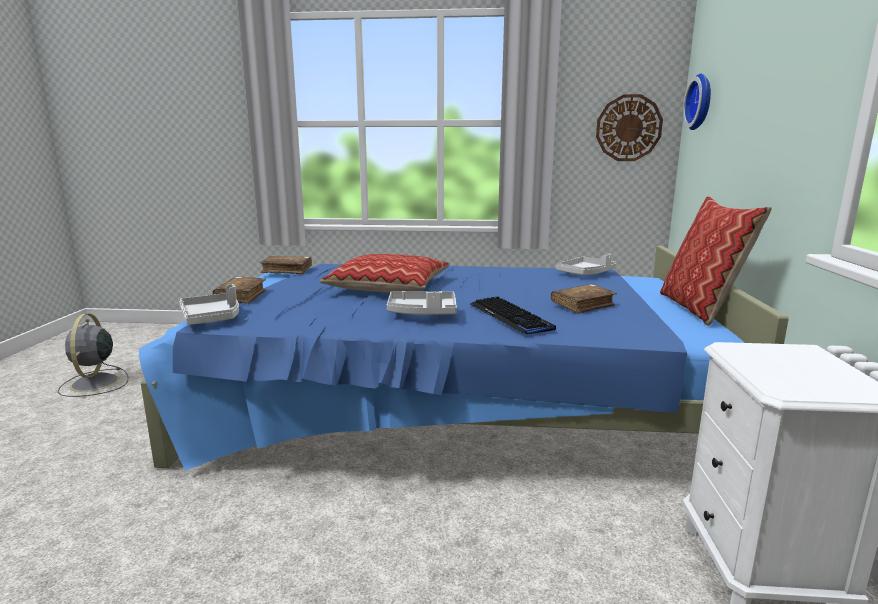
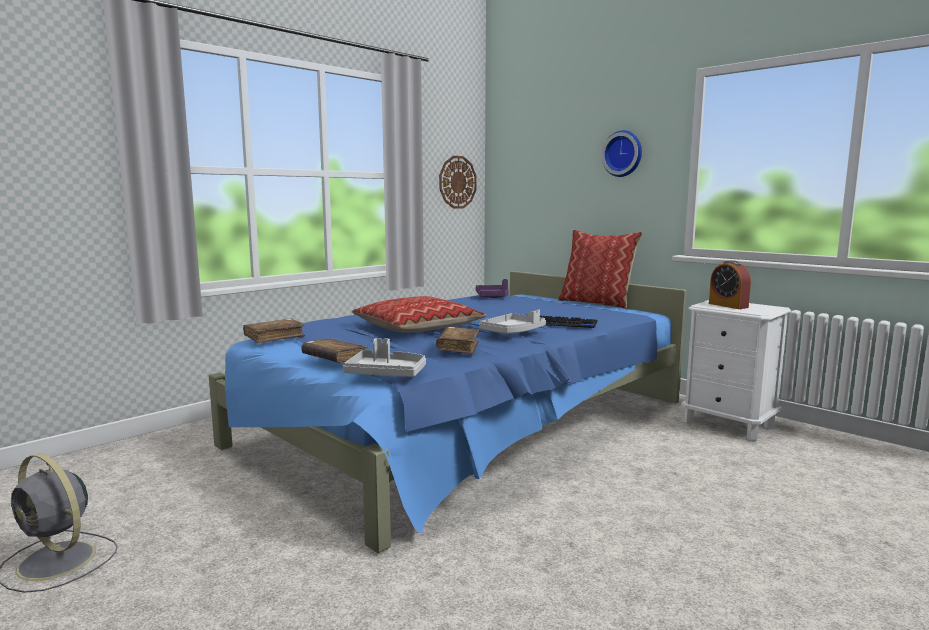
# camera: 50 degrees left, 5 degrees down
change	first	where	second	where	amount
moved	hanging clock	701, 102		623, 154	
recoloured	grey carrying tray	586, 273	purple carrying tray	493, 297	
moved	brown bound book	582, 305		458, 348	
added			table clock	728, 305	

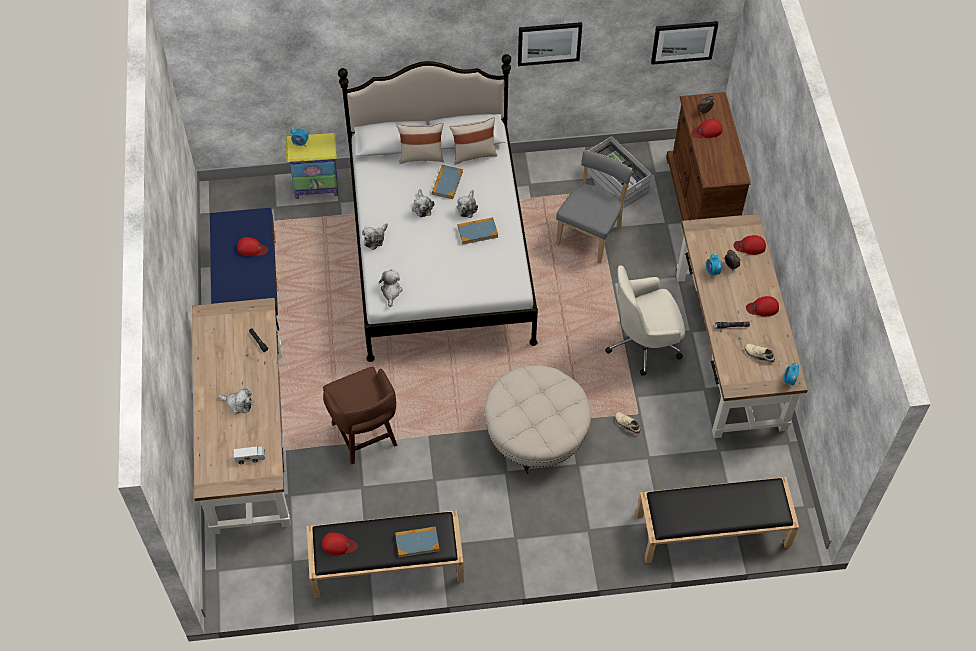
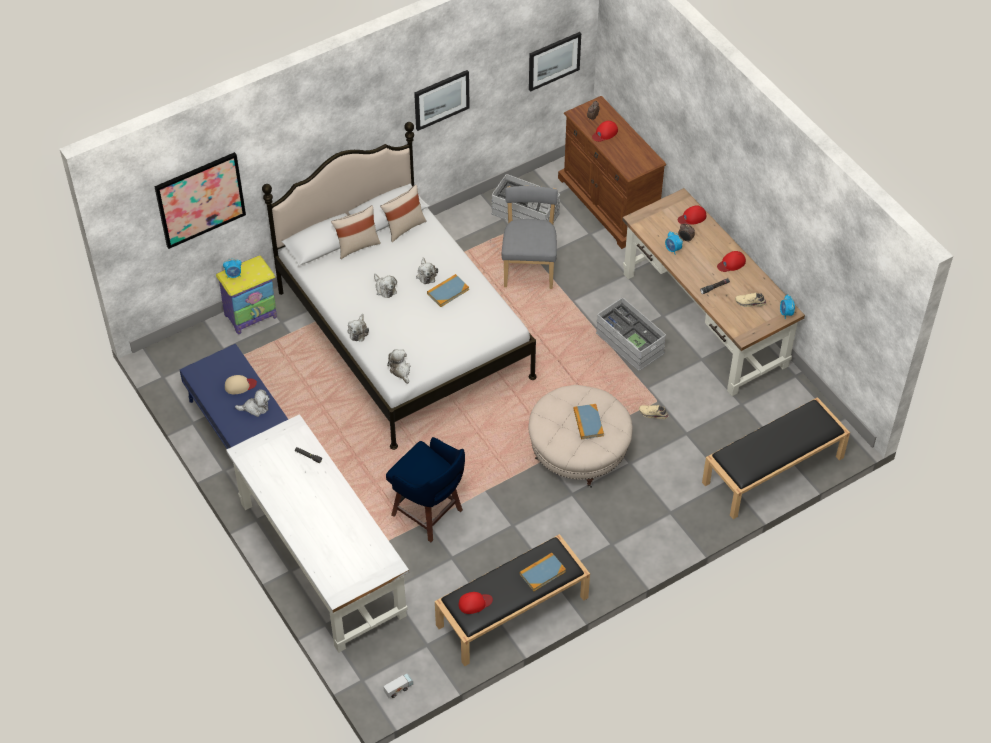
# camera: 25 degrees left, 5 degrees down
change	first	where	second	where	amount
moved	bound book	447, 183		588, 422	
recoloured	reddish cap	251, 248	beige cap	240, 385	
replaced	beige computer chair	643, 345	grey storage box	629, 343	
recoloured	brown desk unit	247, 438	whitish desk unit	321, 558	
recoloured	brown stool seat	365, 437	bluish stool seat	429, 515	
moved	cuddly toy	238, 404		255, 408	
moved	model truck	250, 457		398, 688	
added			wall art	200, 199	

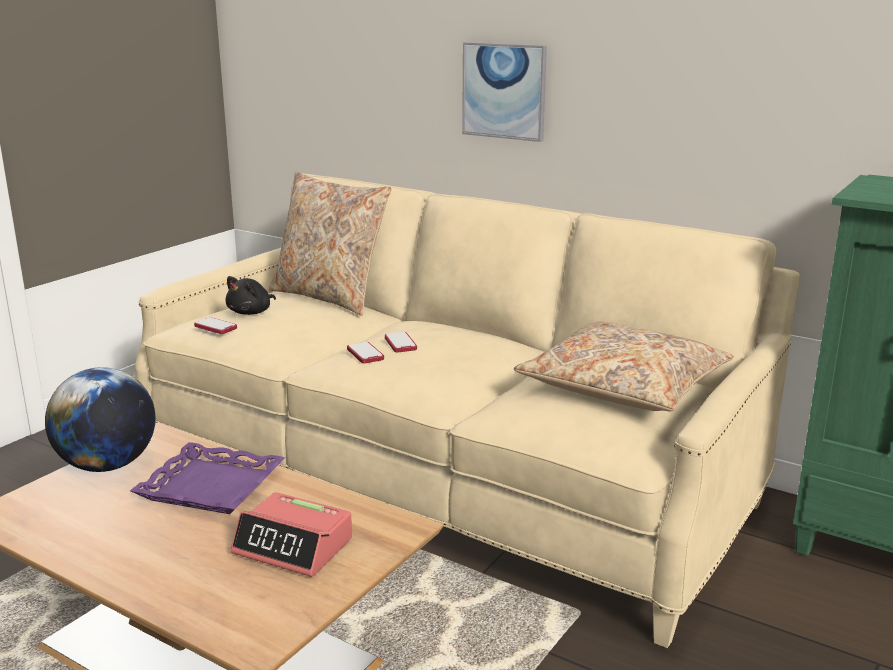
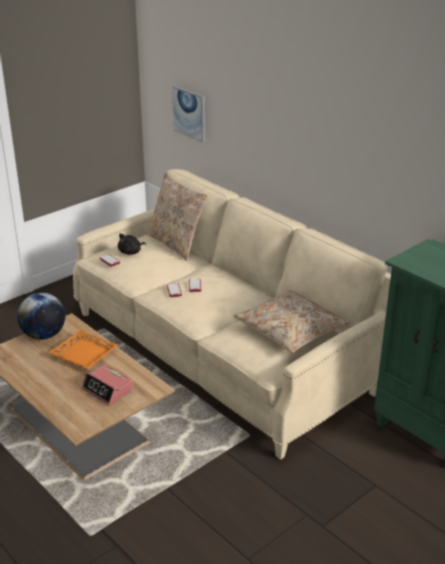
# camera: 15 degrees right, 10 degrees up
change	first	where	second	where	amount
moved	wall art	504, 91		190, 113	
recoloured	purple carrying tray	212, 486	orange-coloured carrying tray	84, 354	

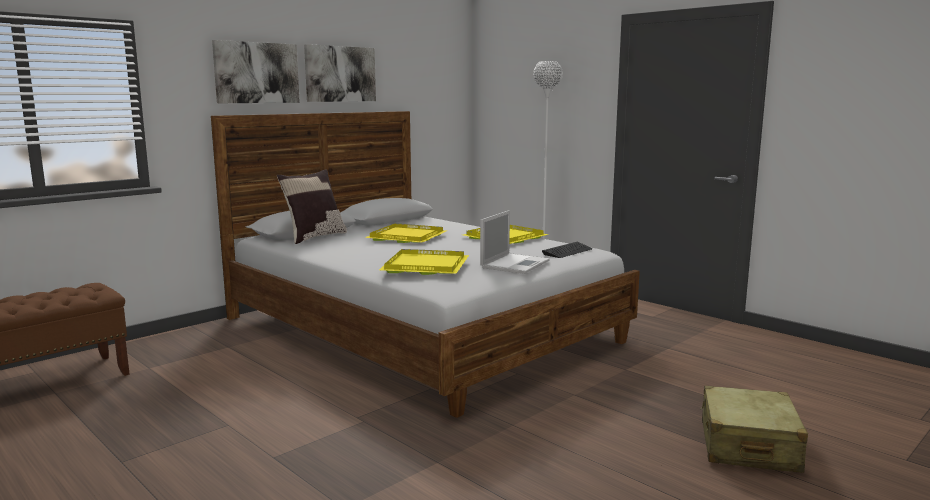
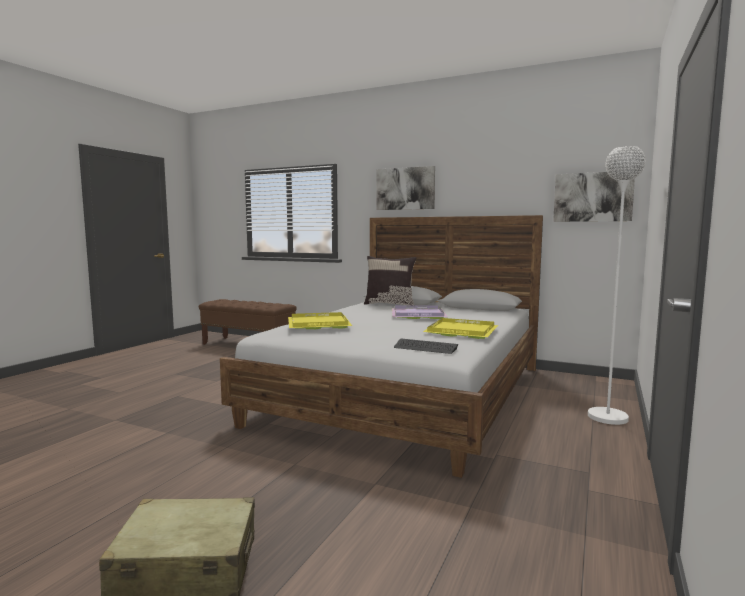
# camera: 70 degrees right, 5 degrees down
change	first	where	second	where	amount
moved	wall art	340, 74		592, 197	
removed	laptop	515, 264			
recoloured	yellow carrying tray	405, 237	purple carrying tray	417, 314	

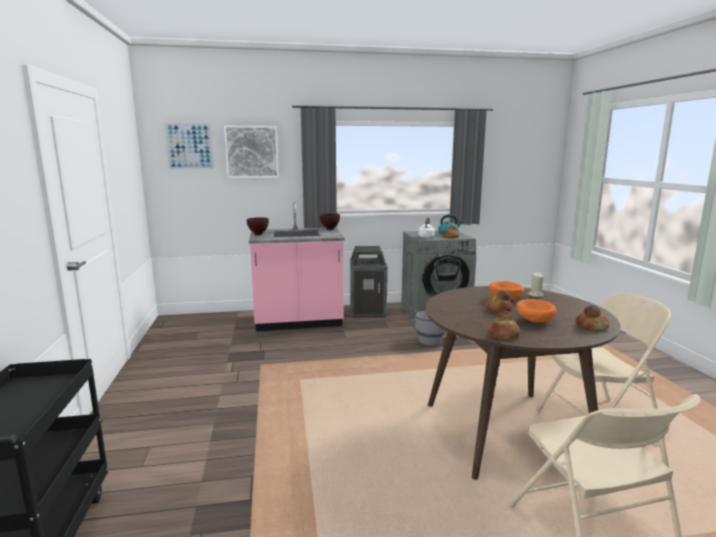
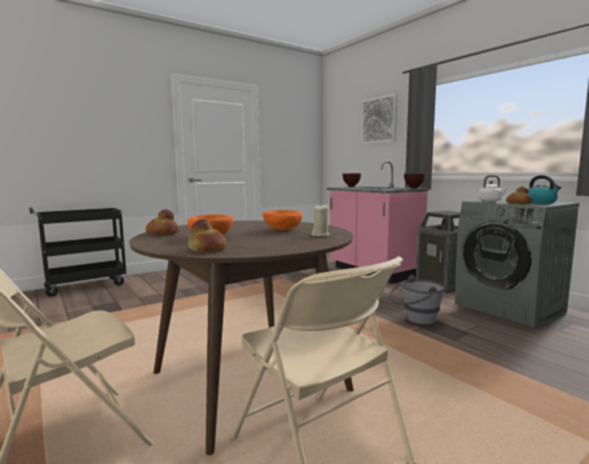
# camera: 65 degrees right, 5 degrees down
change	first	where	second	where	amount
removed	wall art	189, 146			
removed	bakery bread	497, 310			

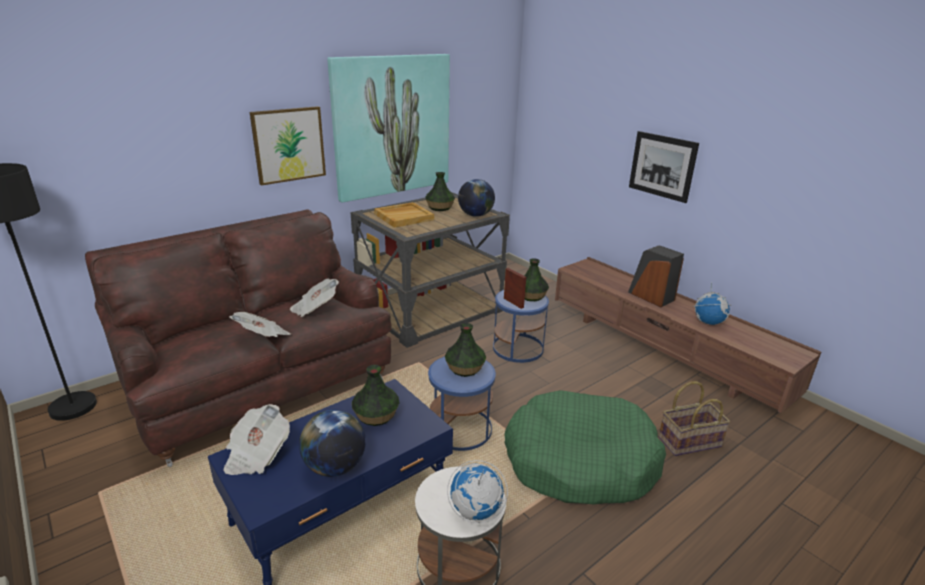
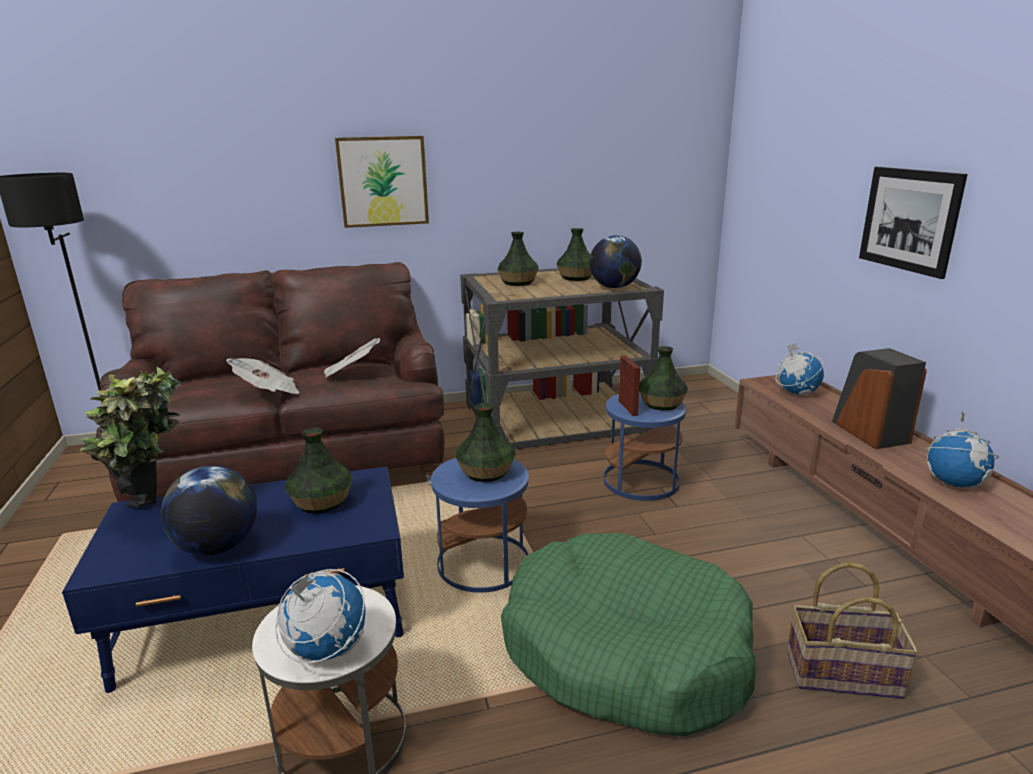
# camera: 25 degrees right, 5 degrees down
change	first	where	second	where	amount
removed	wall art	391, 126			
replaced	beige carrying tray	404, 217	flower vase	518, 282	
replaced	newspaper	257, 454	plant in a pot	155, 513	
added			globe	796, 393	

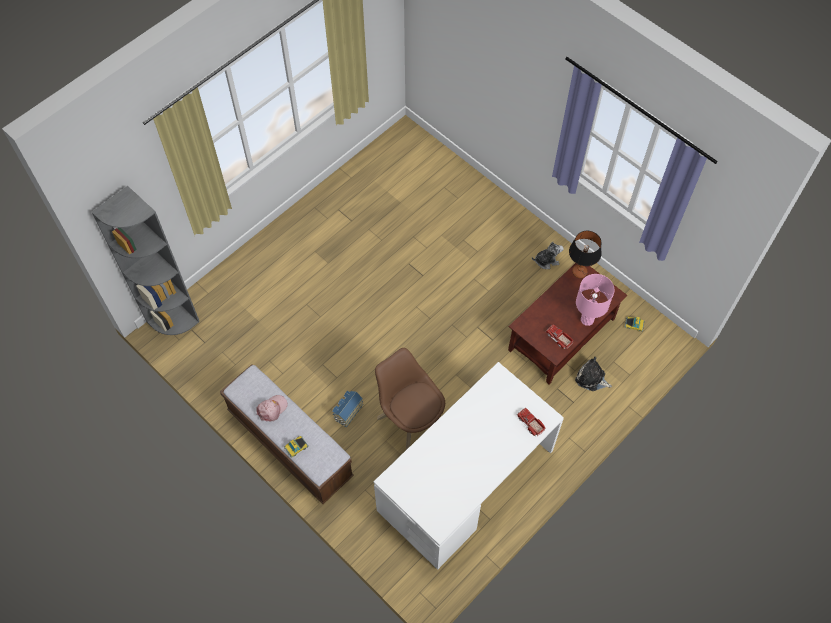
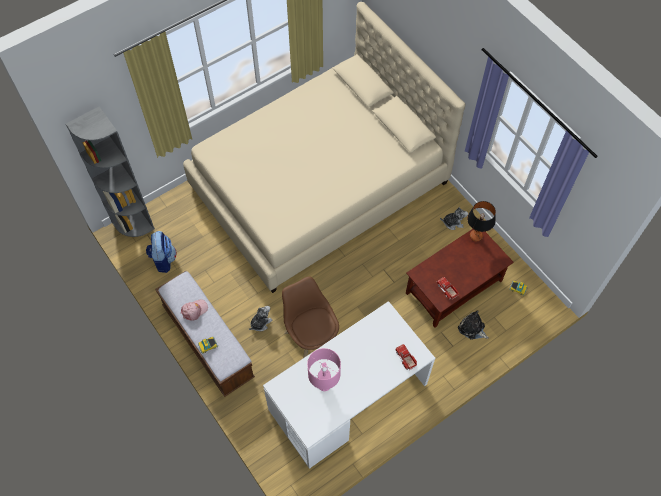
# camera: 10 degrees right, 0 degrees up
change	first	where	second	where	amount
moved	pinkish lamp for a table	587, 319		324, 385	
replaced	model house	347, 411	cuddly toy	260, 322	
added			beige bedroom bed	319, 184	
added			backpack	163, 259	

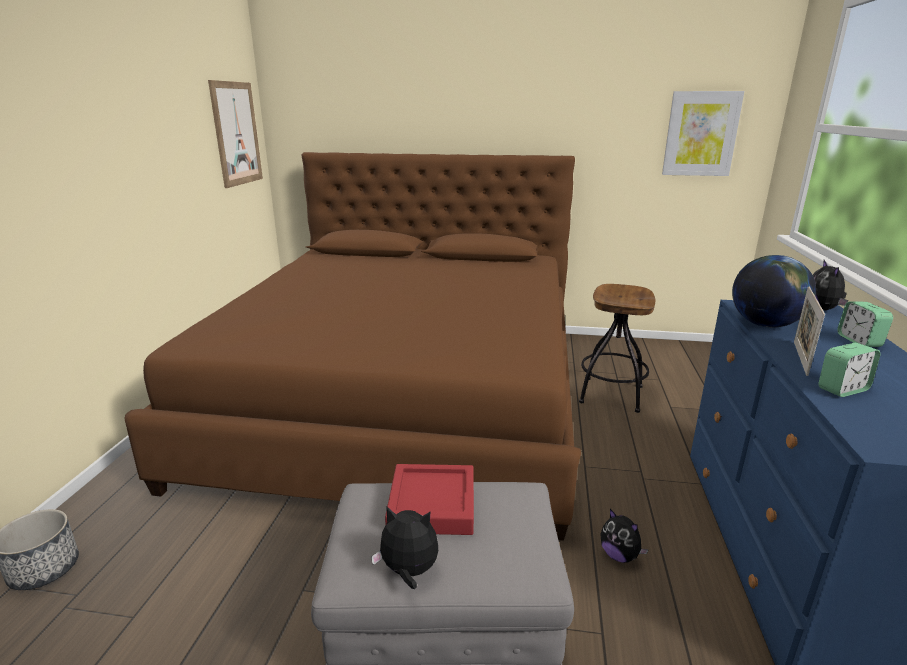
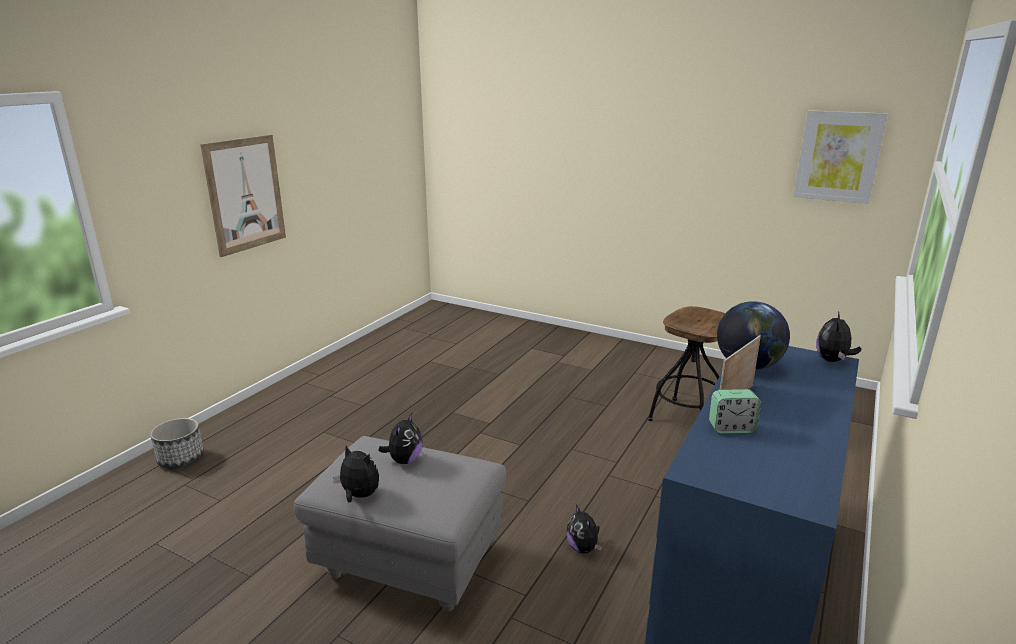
# camera: 20 degrees right, 0 degrees up
change	first	where	second	where	amount
moved	wall art	236, 134		245, 194	
removed	brown bedroom bed	404, 395			
removed	table clock	859, 341			
replaced	reddish carrying tray	432, 505	cuddly toy	404, 460	

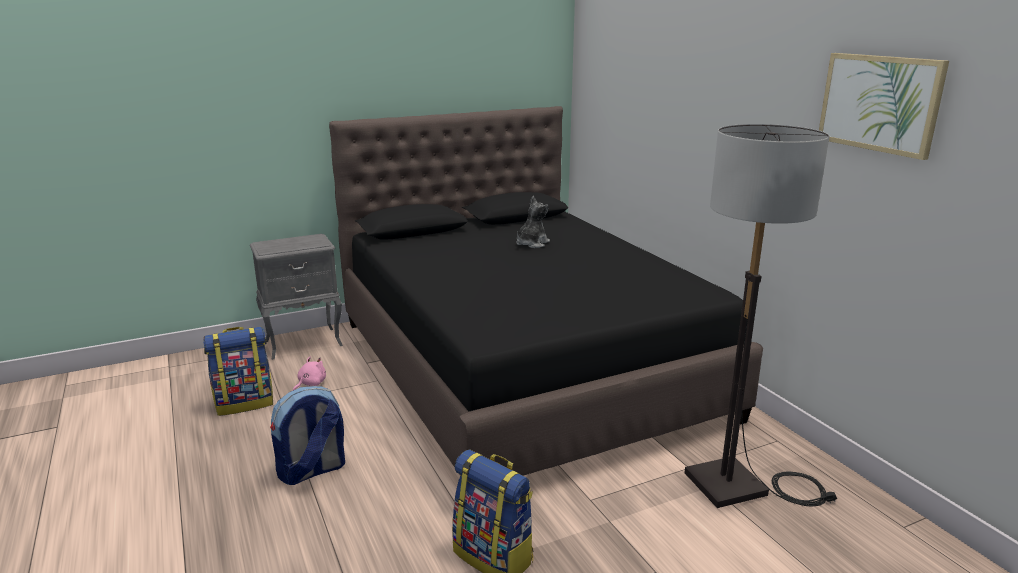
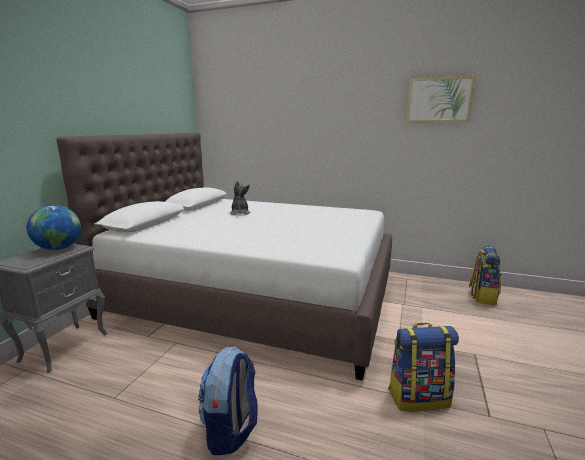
# camera: 45 degrees left, 5 degrees down
change	first	where	second	where	amount
recoloured	black bedroom bed	523, 367	whitish bedroom bed	256, 295	
removed	floor lamp	747, 487			
moved	backpack	245, 403		482, 296	
removed	pinkish cuddly toy	310, 384			
added			globe	59, 248	

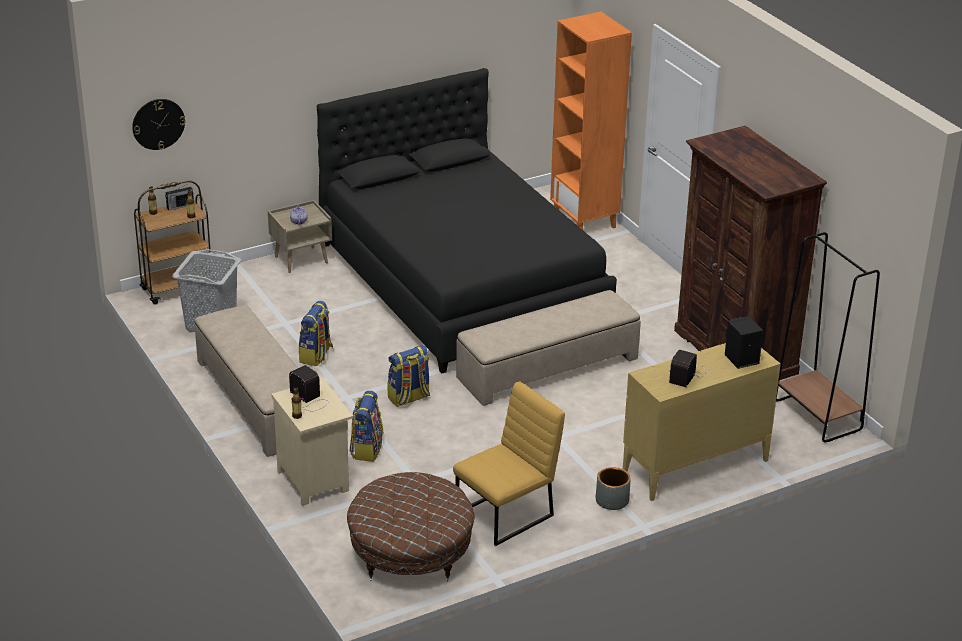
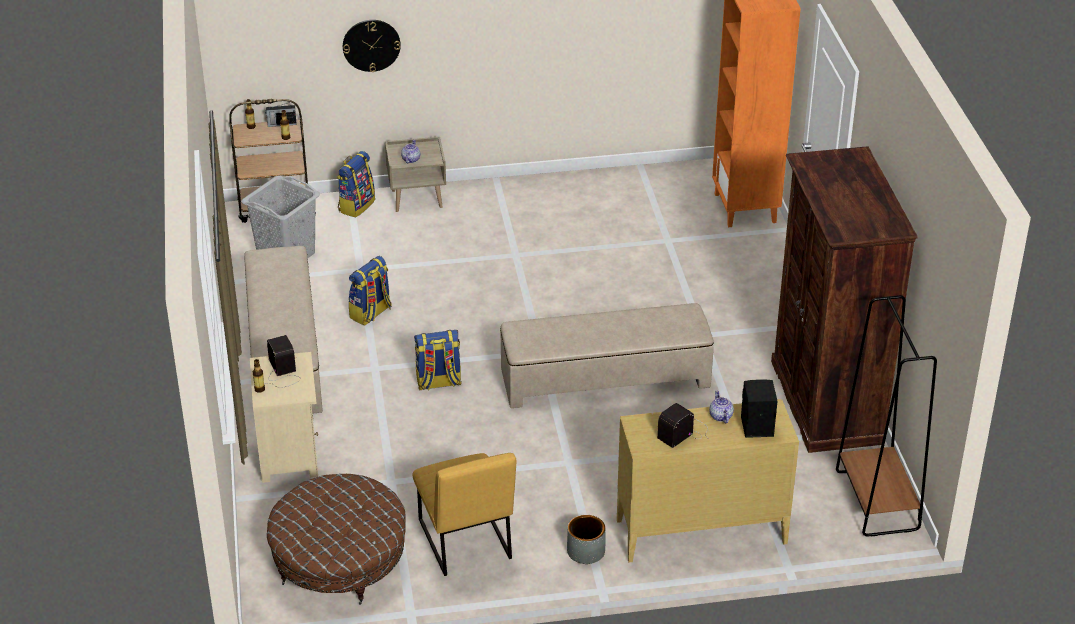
# camera: 20 degrees right, 5 degrees up
change	first	where	second	where	amount
removed	black bedroom bed	462, 282			
moved	hanging clock	158, 124		371, 45	
turned	yellow plain chair	507, 514		465, 541	90 degrees clockwise
moved	backpack	366, 449		356, 205	
added			teapot	720, 416	

